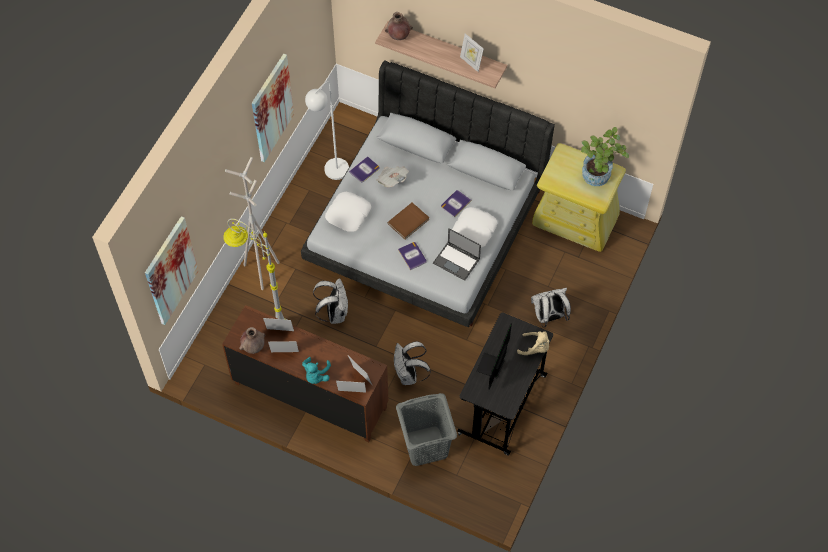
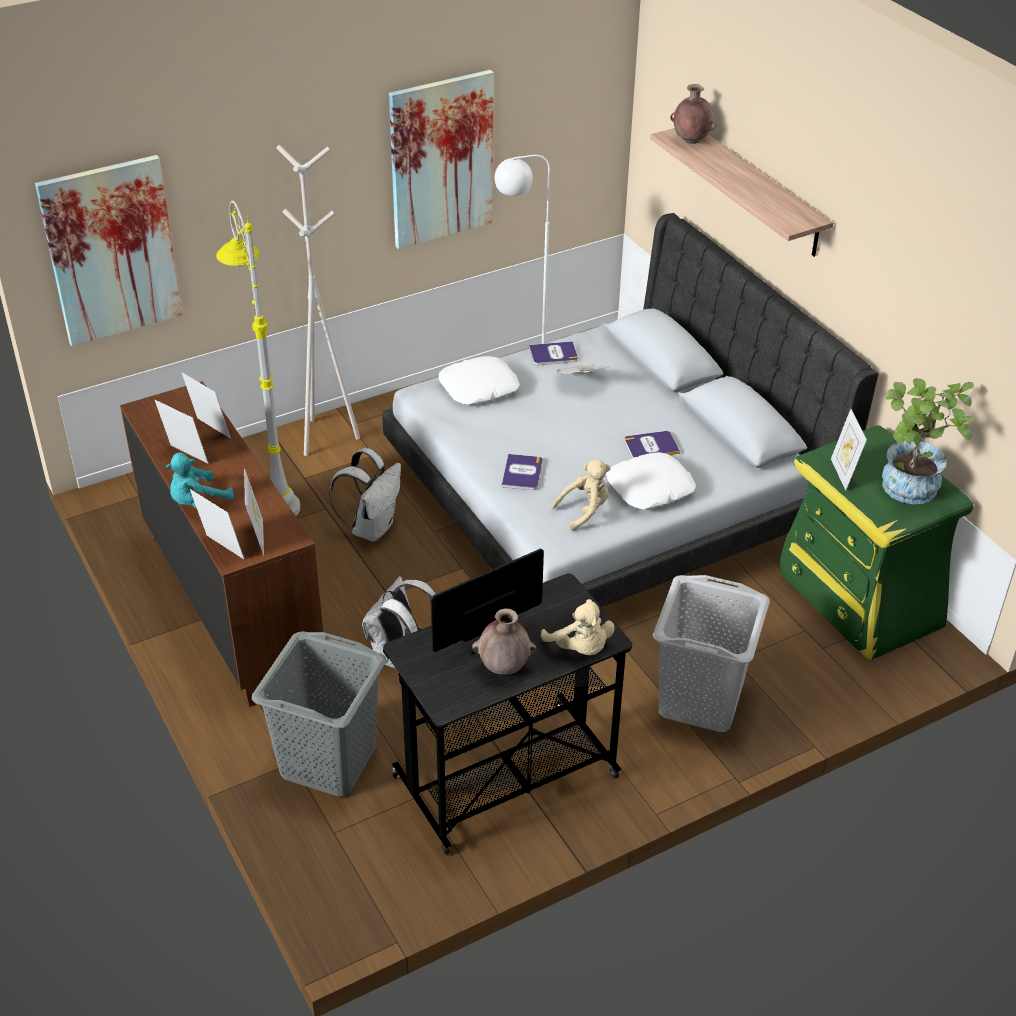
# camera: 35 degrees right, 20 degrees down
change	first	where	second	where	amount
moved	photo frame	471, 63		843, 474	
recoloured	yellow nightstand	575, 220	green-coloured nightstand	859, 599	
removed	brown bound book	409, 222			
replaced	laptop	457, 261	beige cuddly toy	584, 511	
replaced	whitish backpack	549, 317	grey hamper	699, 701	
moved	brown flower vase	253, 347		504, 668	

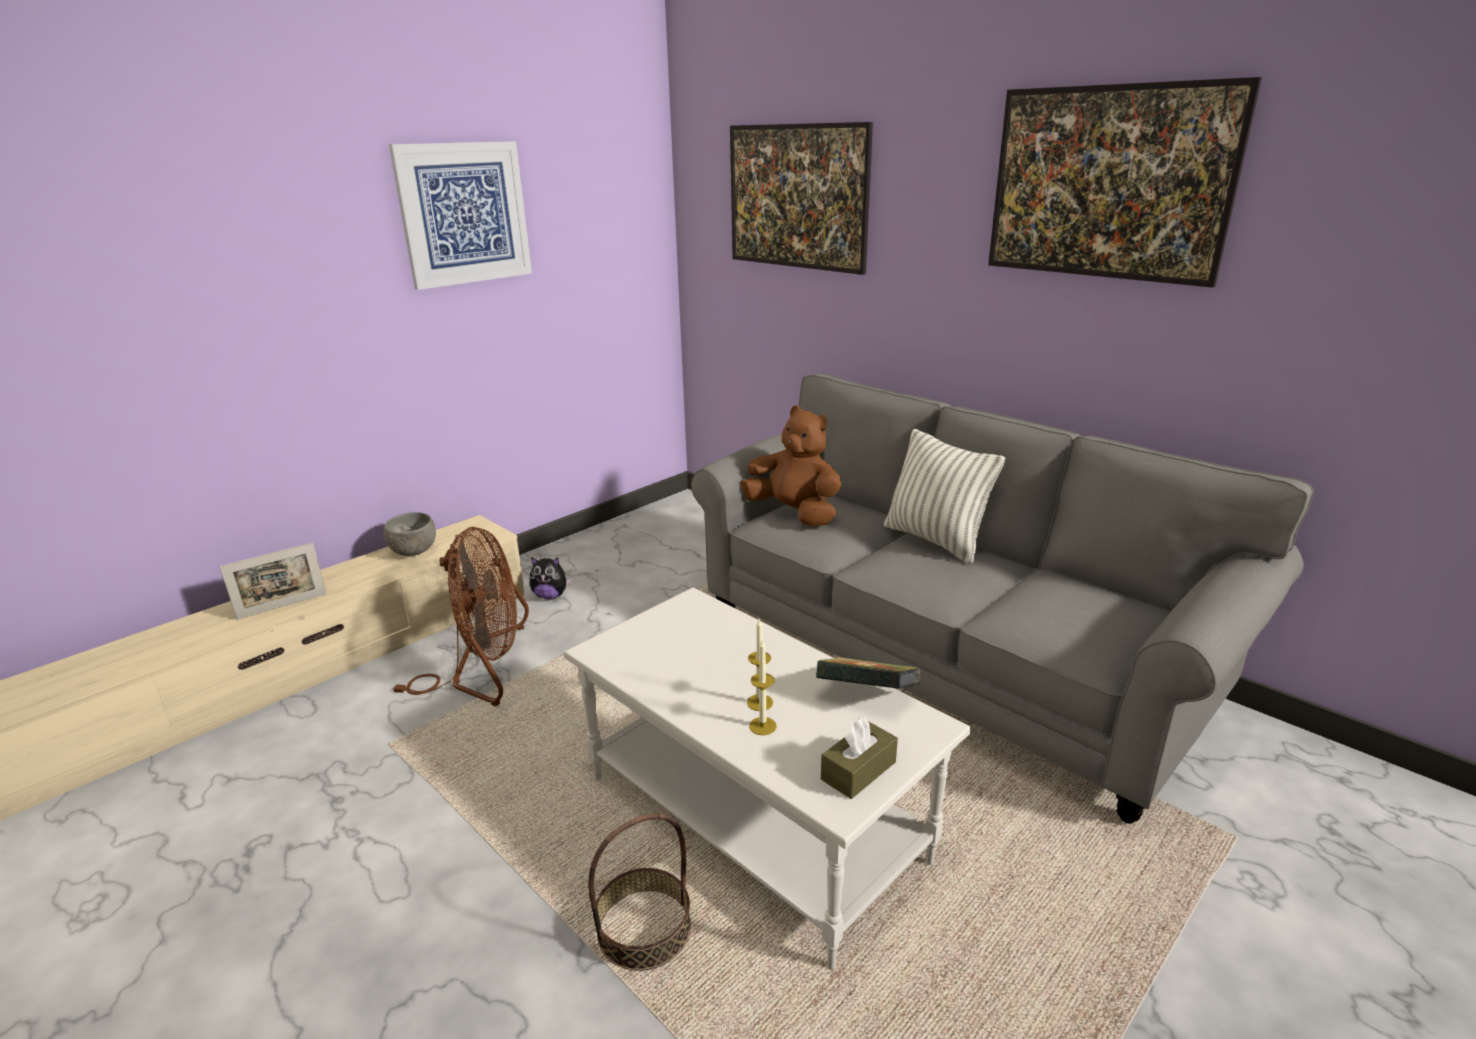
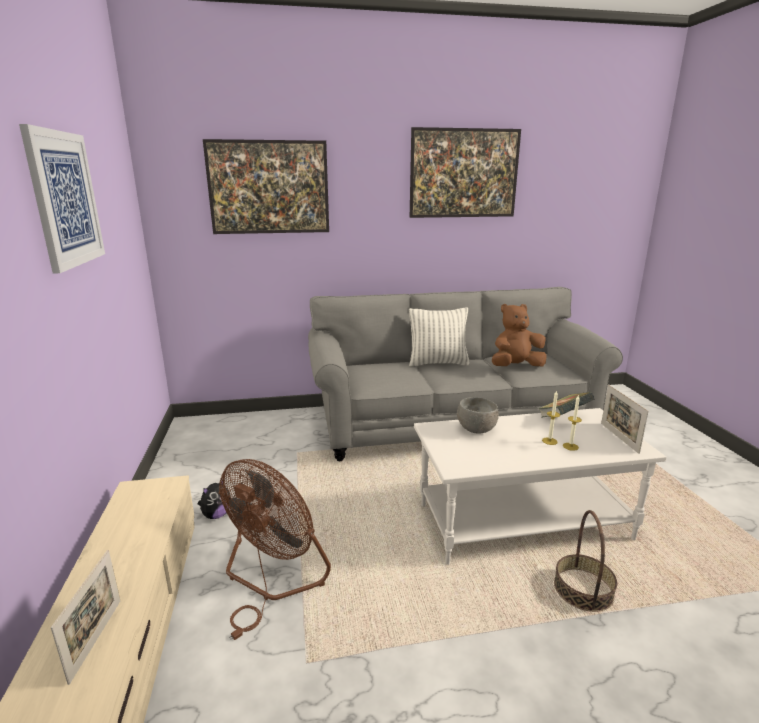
# camera: 55 degrees left, 5 degrees down
change	first	where	second	where	amount
moved	brown cuddly toy	793, 514		516, 367	
moved	grey bowl	413, 552		476, 430	
replaced	brown tissue holder	858, 771	photo frame	619, 437	

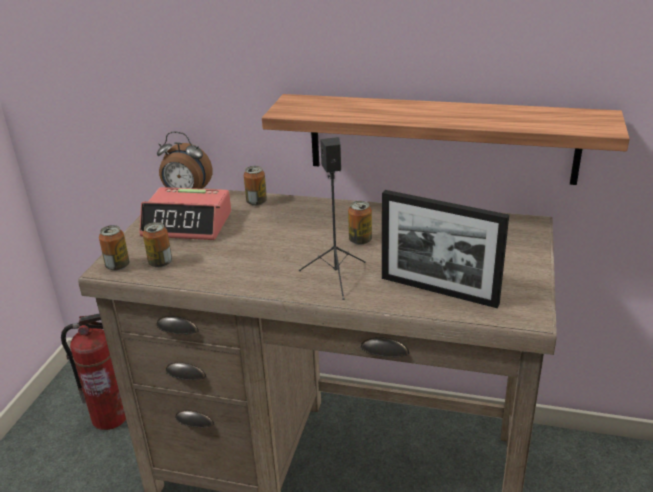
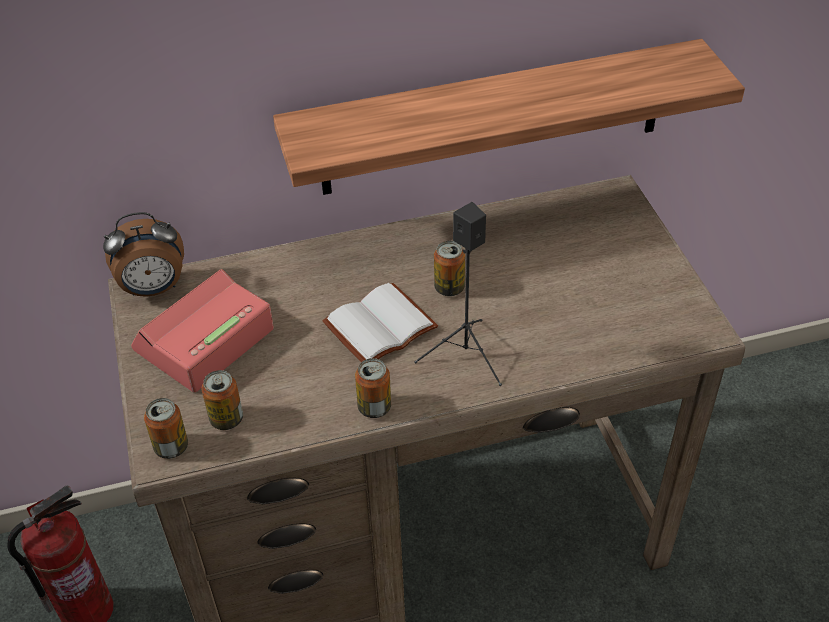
# camera: 30 degrees left, 15 degrees up
change	first	where	second	where	amount
moved	sealed can	256, 202		374, 407	
turned	table clock	188, 224		204, 341	150 degrees clockwise
removed	photo frame	438, 291			
added			whitish bound book	380, 328	

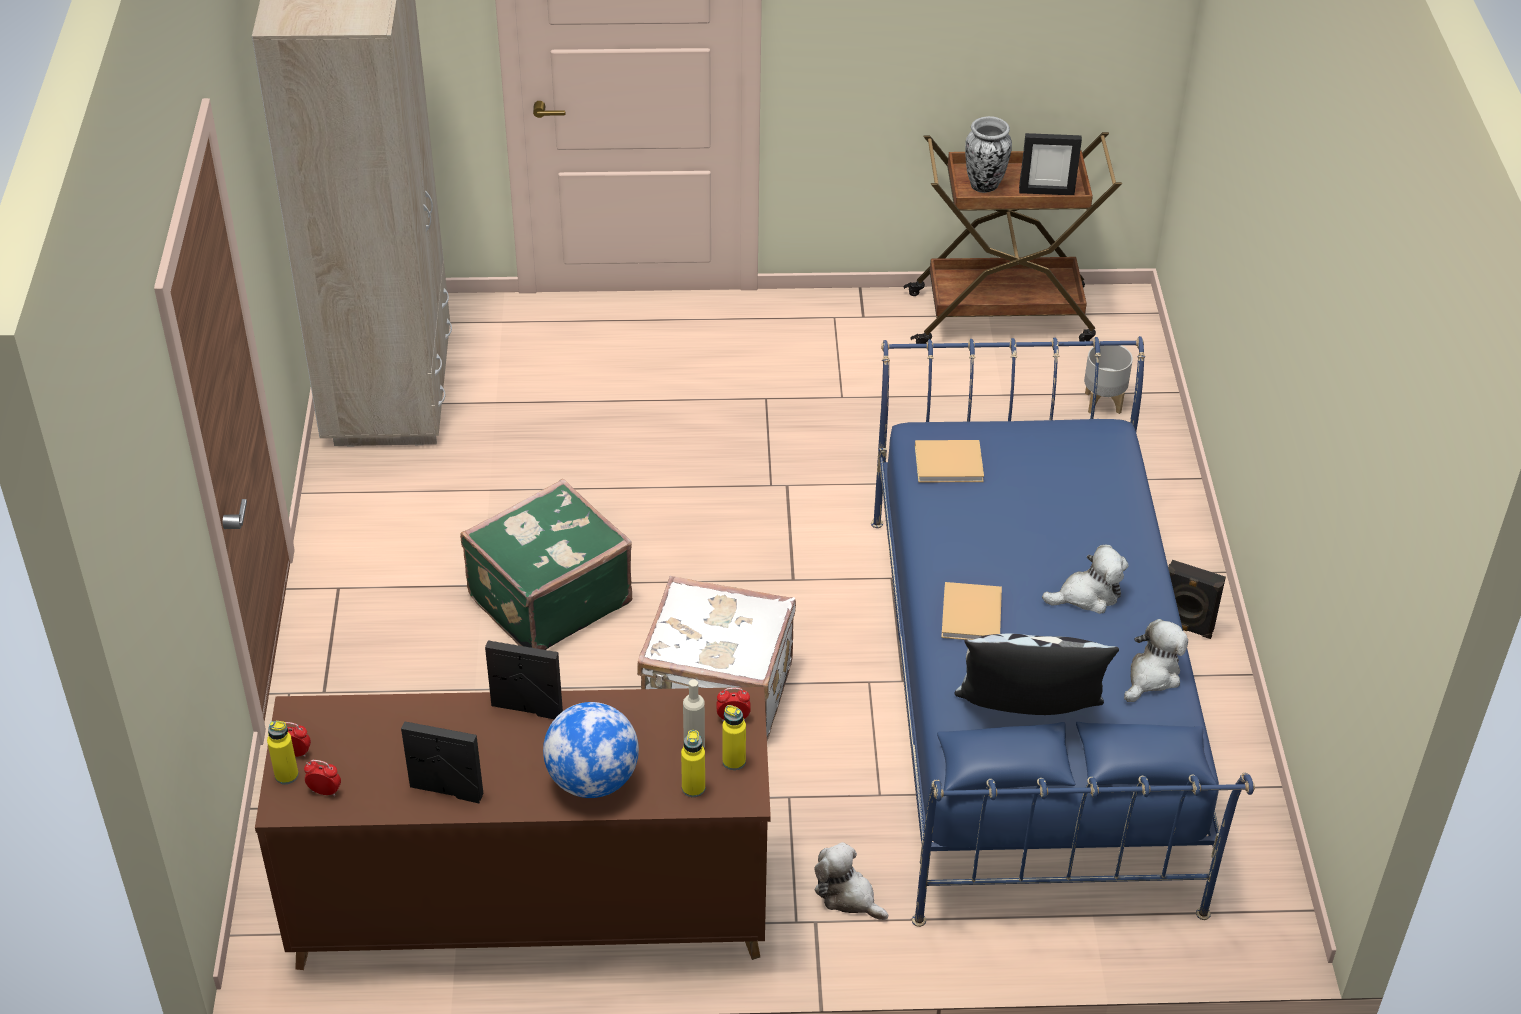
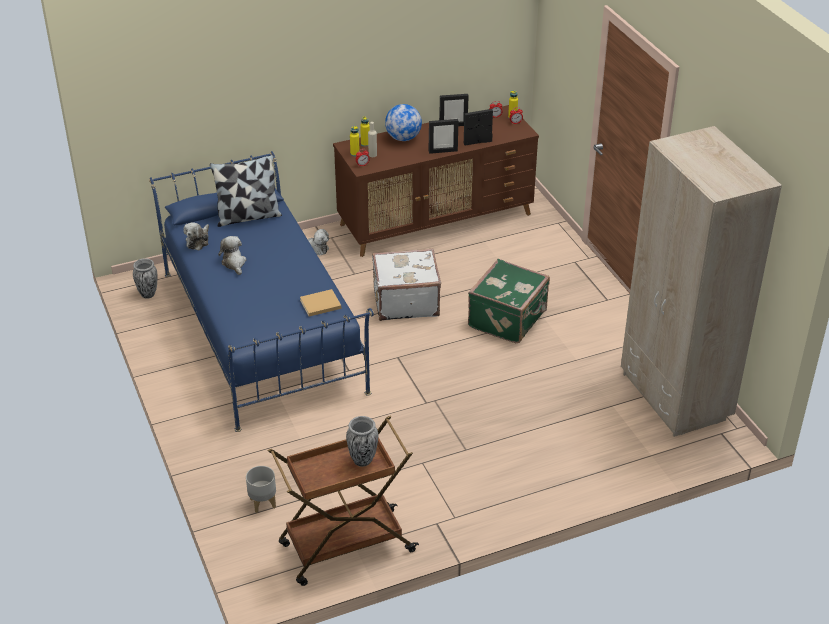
# camera: 160 degrees right, 5 degrees down
change	first	where	second	where	amount
moved	photo frame	1046, 191		477, 142	
turned	cuddly toy	1087, 595		234, 263	105 degrees clockwise
removed	black speaker	1185, 627			
removed	beige bound book	971, 616			
added			flower vase	148, 294	

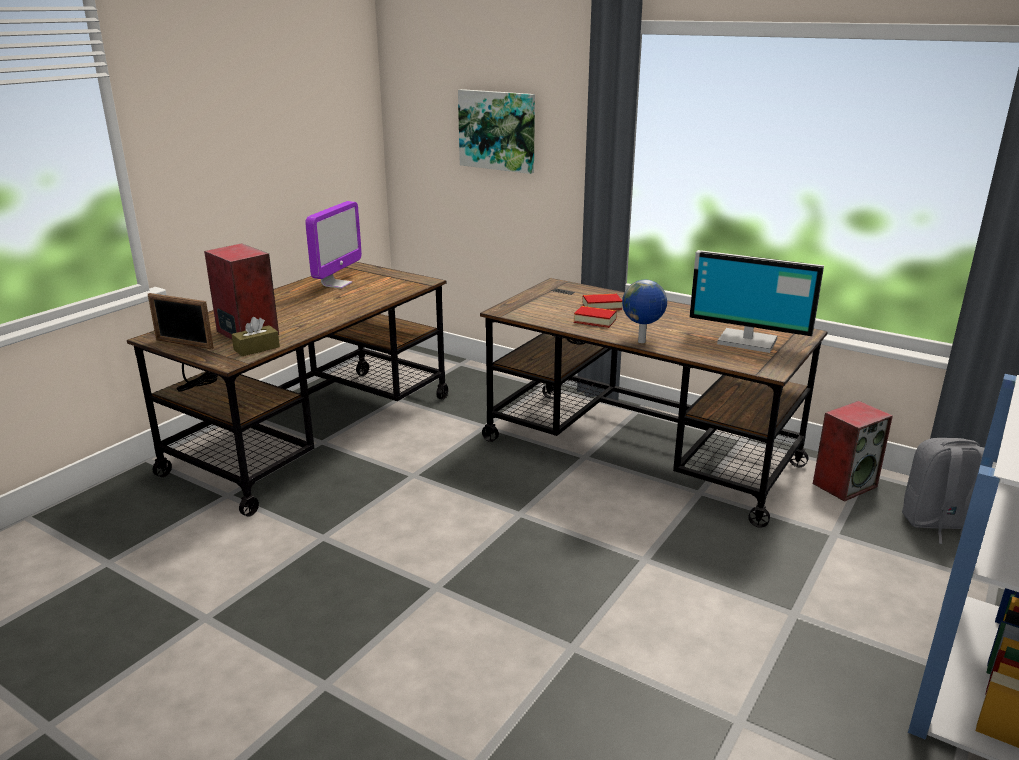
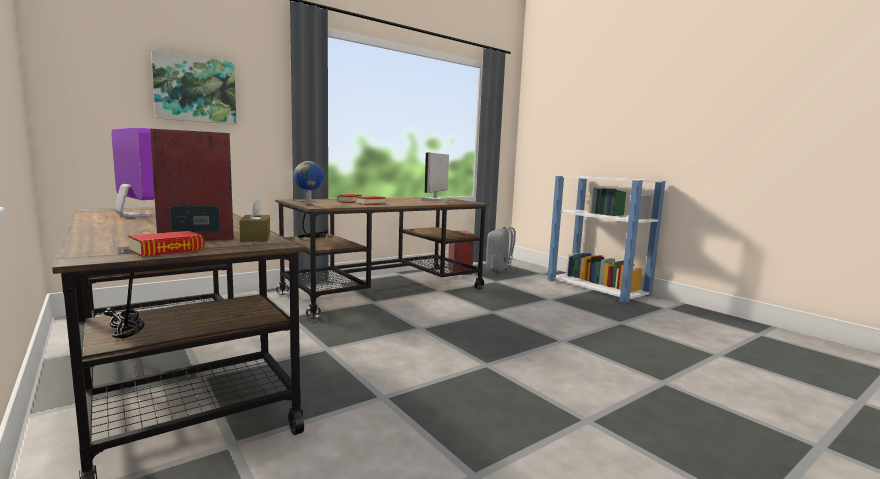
# camera: 70 degrees left, 15 degrees down
change	first	where	second	where	amount
turned	monitor	747, 341		436, 200	150 degrees clockwise
moved	globe	642, 342		309, 204	
replaced	photo frame	184, 344	bound book	167, 250	

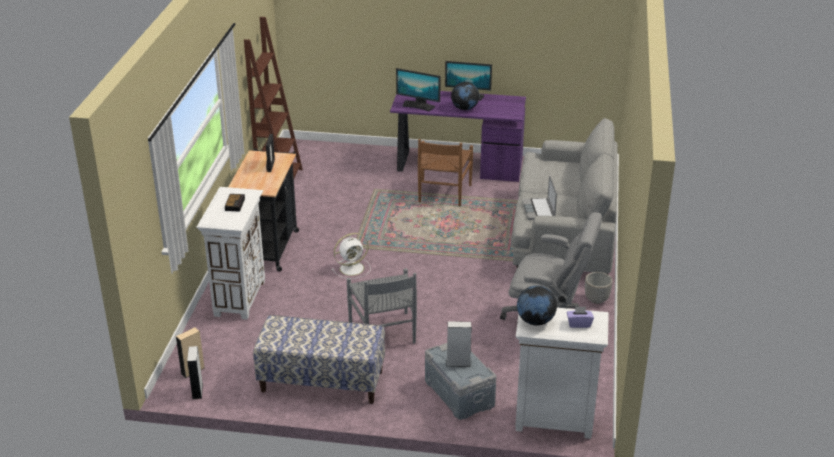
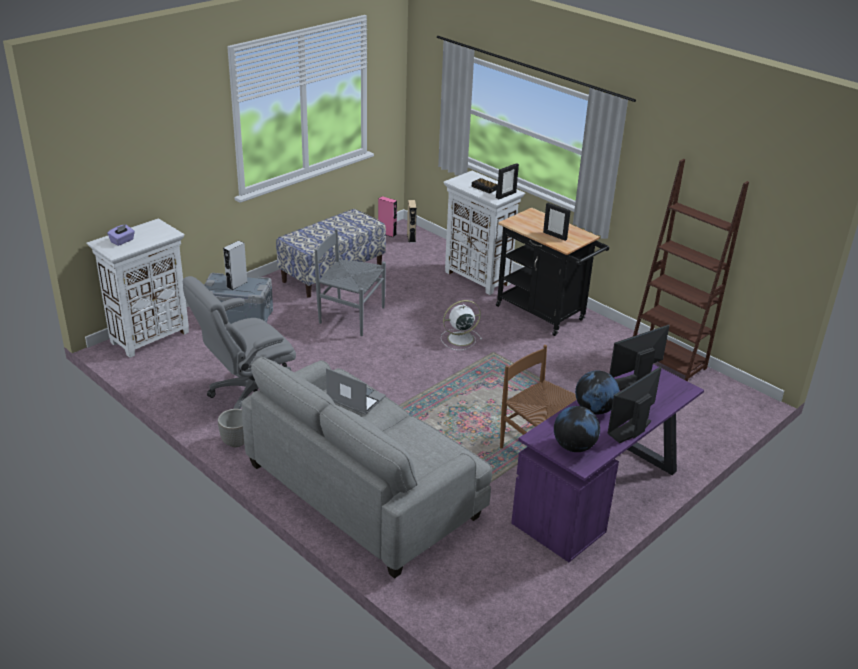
# camera: 125 degrees right, 0 degrees up
change	first	where	second	where	amount
turned	whitish fan	353, 268		459, 339	60 degrees clockwise
moved	globe	535, 321		574, 447	
recoloured	grey speaker	197, 391	pinkish speaker	387, 233	
added			photo frame	506, 195	

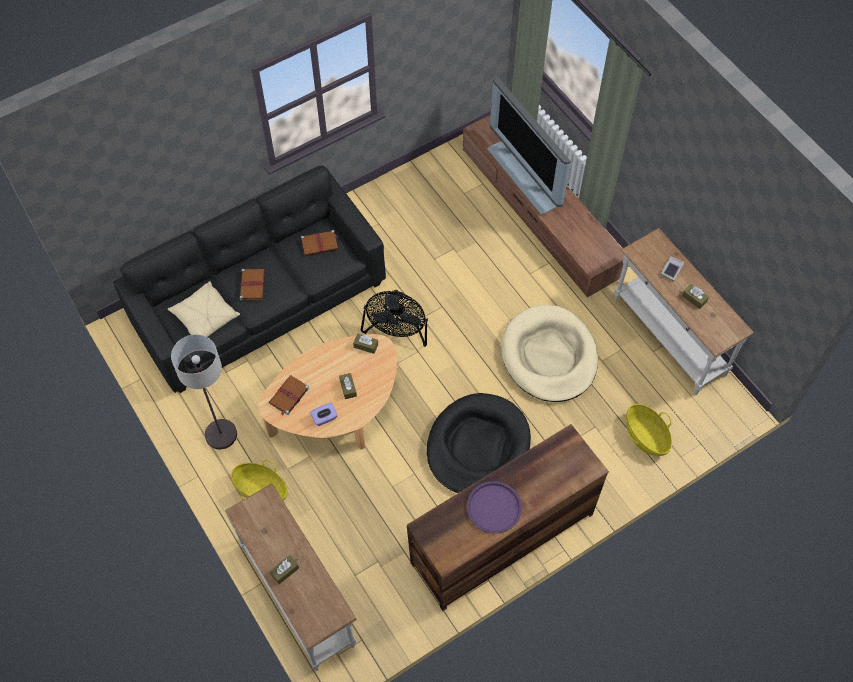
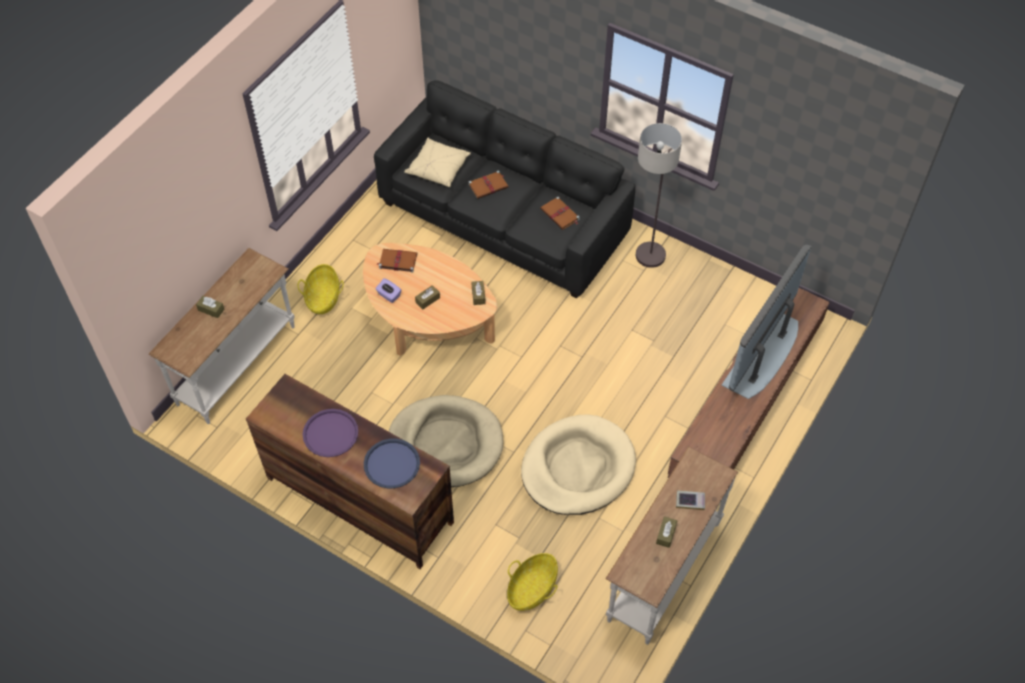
# camera: 65 degrees right, 5 degrees down
change	first	where	second	where	amount
removed	black fan	395, 328			
moved	grey floor lamp	225, 442		646, 262	
recoloured	black pet bed	477, 446	beige pet bed	445, 444	
added			bluish carrying tray	392, 464	

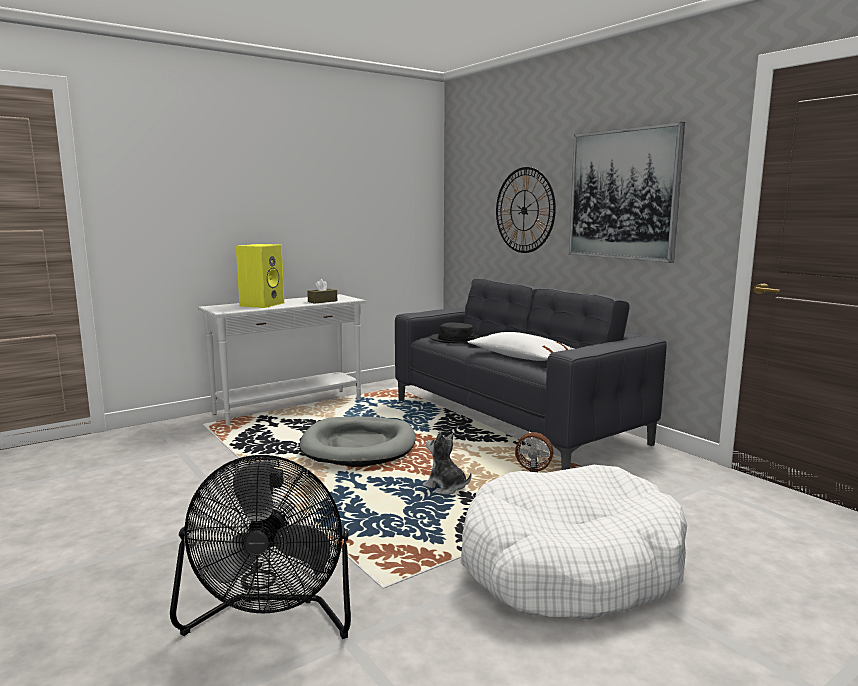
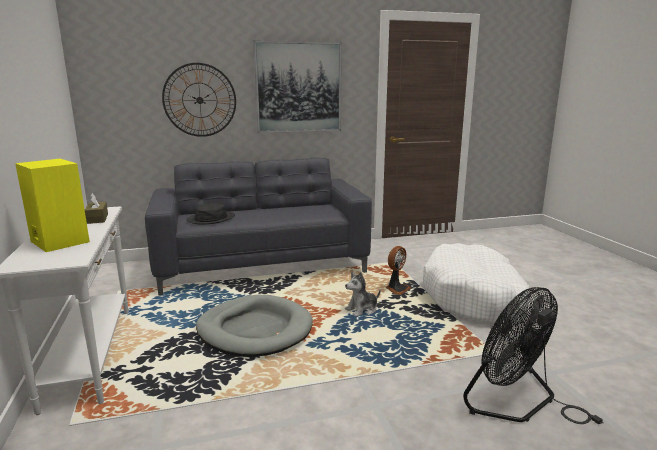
# camera: 70 degrees left, 5 degrees up
change	first	where	second	where	amount
removed	whitish throw pillow	520, 357			
turned	black fan	267, 614		525, 400	150 degrees counterclockwise

